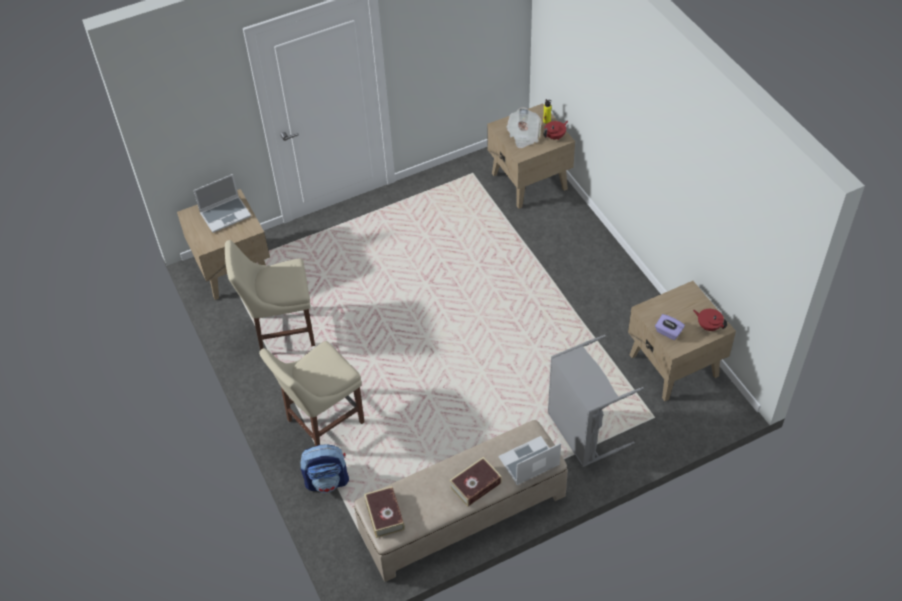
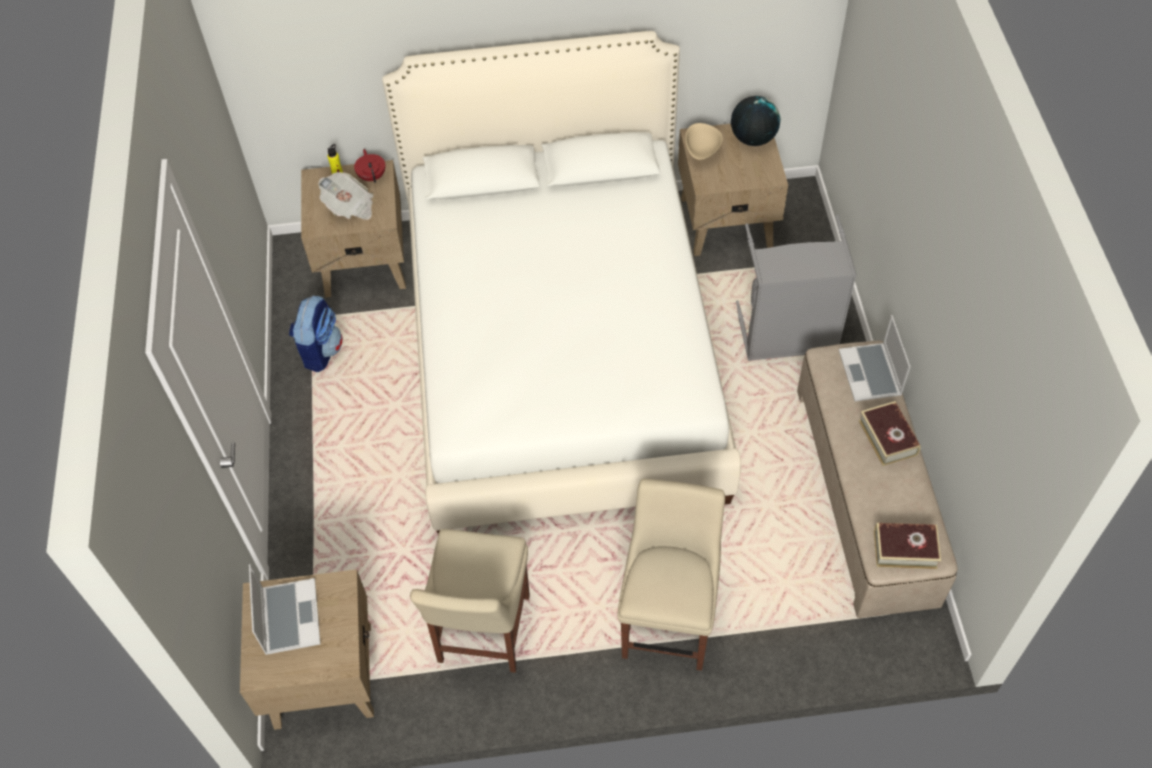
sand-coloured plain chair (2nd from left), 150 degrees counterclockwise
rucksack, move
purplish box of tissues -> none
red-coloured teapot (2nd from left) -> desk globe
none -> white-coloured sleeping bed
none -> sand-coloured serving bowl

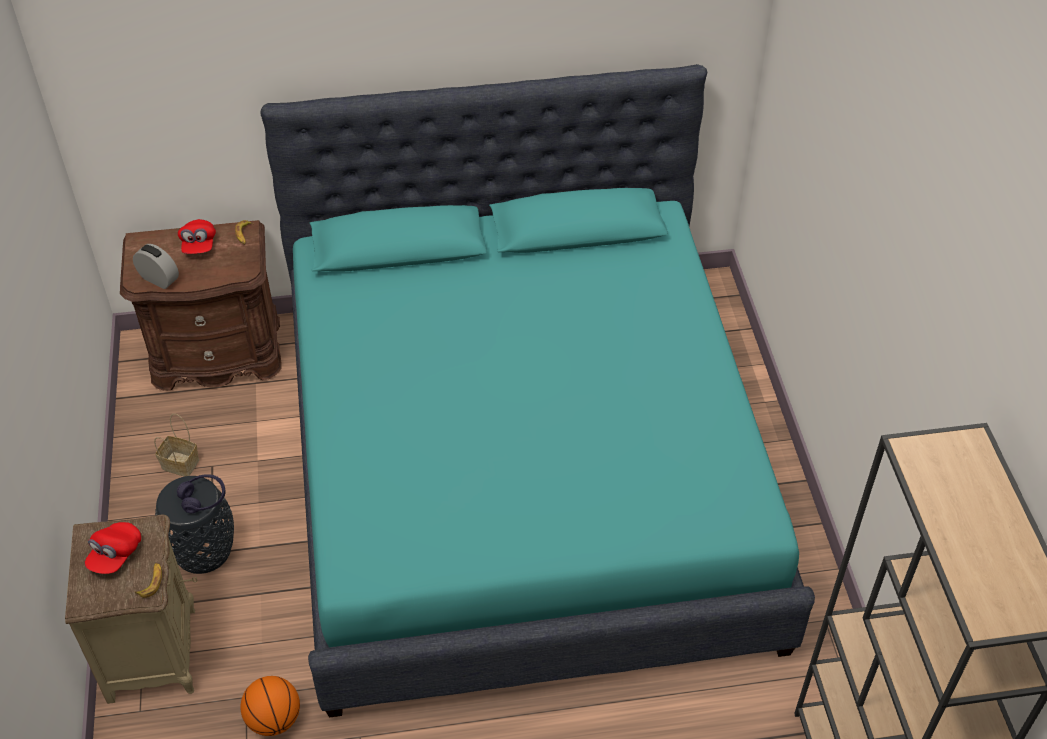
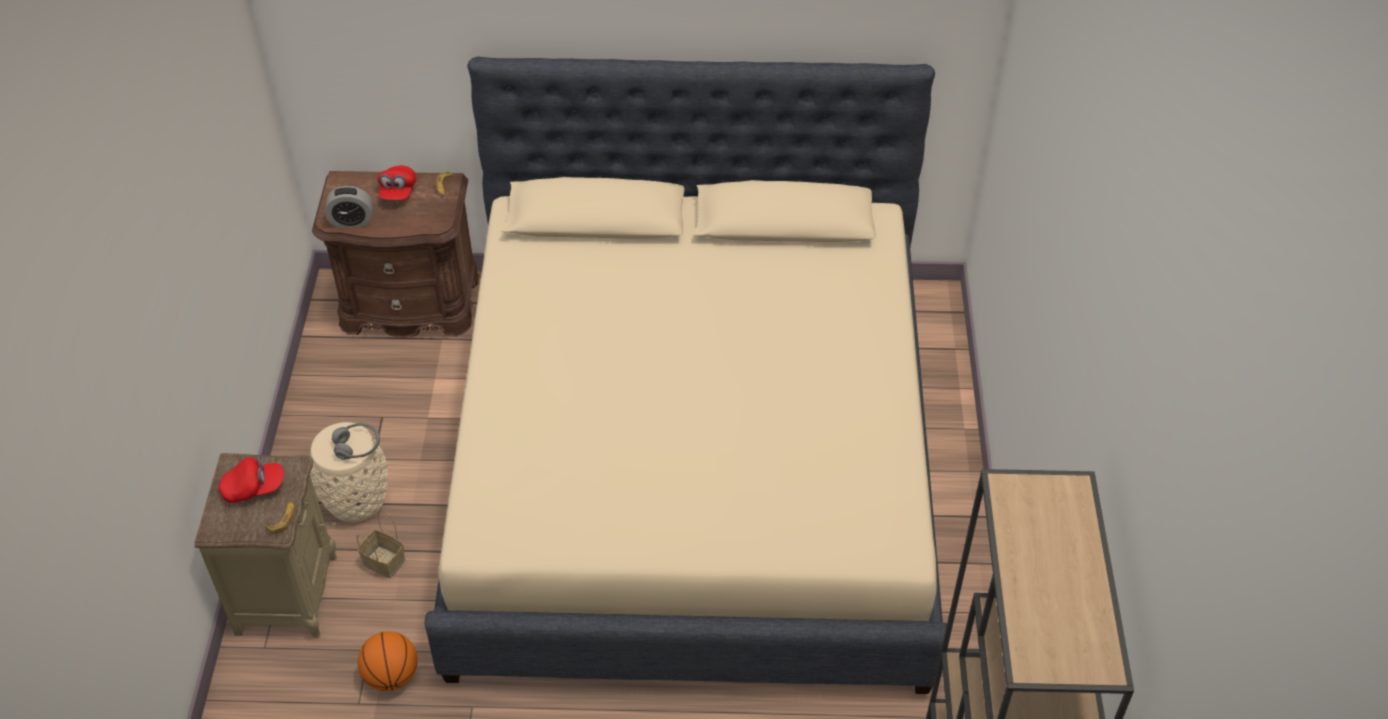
red-coloured peaked cap (1st from left), 135 degrees counterclockwise
table clock, 135 degrees clockwise
basket, move
black-coloured stool -> sand-coloured stool
purplish headphones -> greyish headphones
turquoise-coloured sleeping bed -> sand-coloured sleeping bed

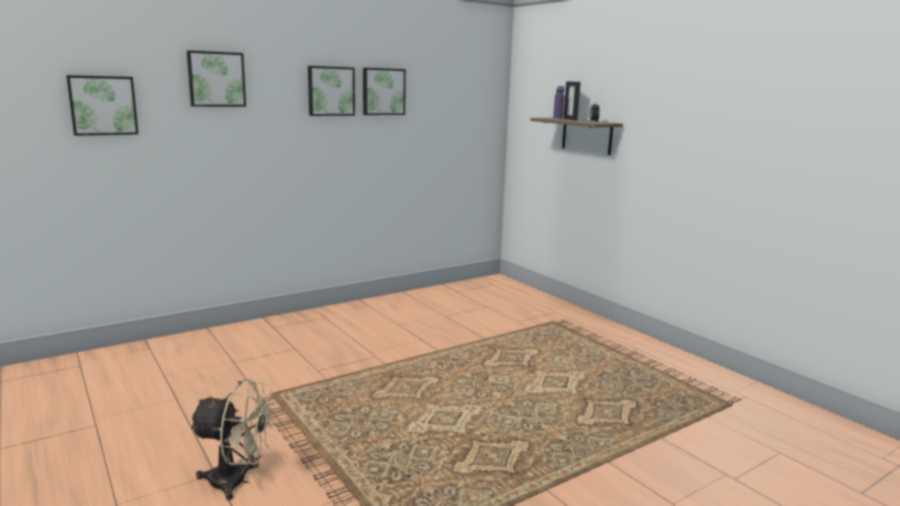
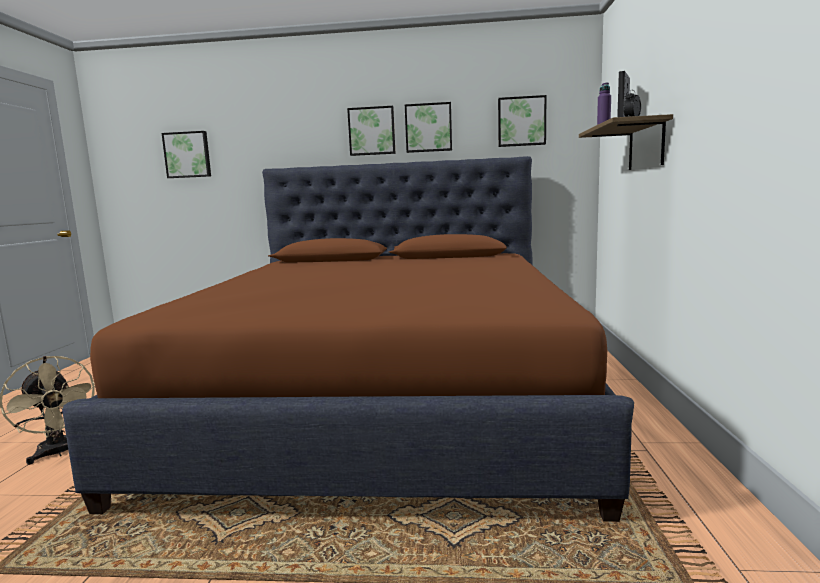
picture (2nd from left in the first image) -> picture (4th from left), move
none -> brownish sleeping bed

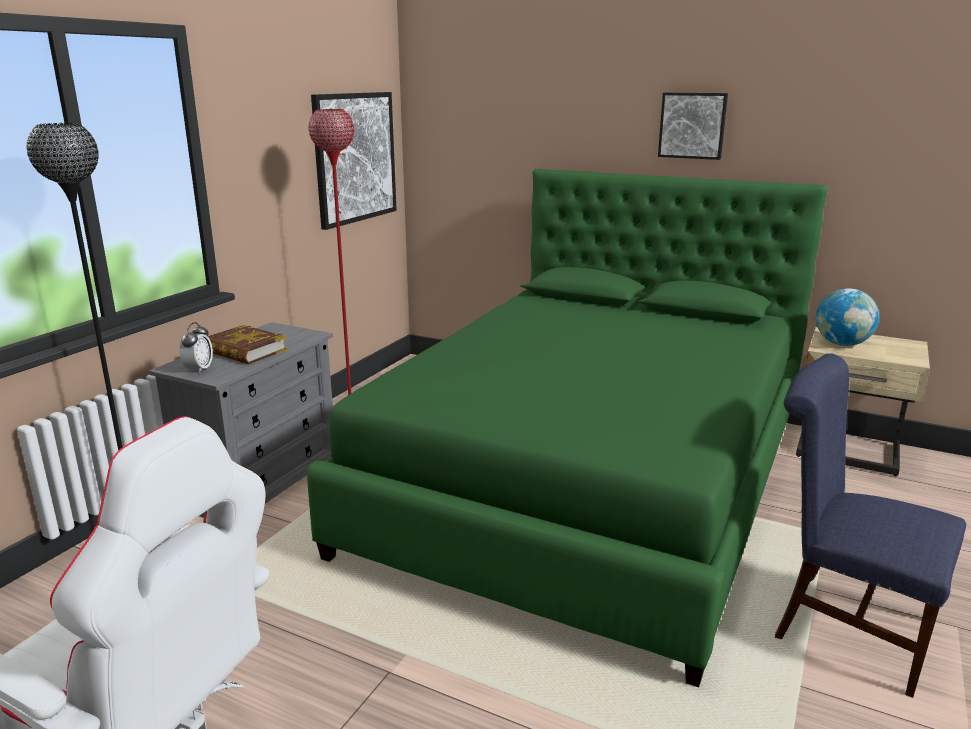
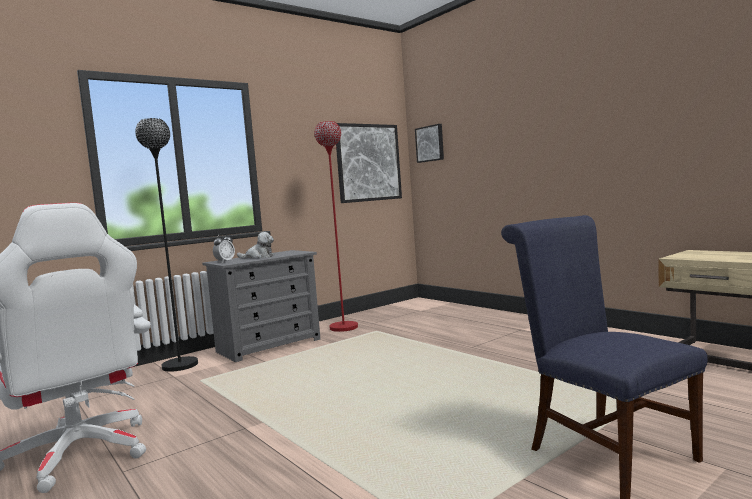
bound book -> plush toy
greenish sleeping bed -> none
picture (2nd from left), move
desk globe -> none

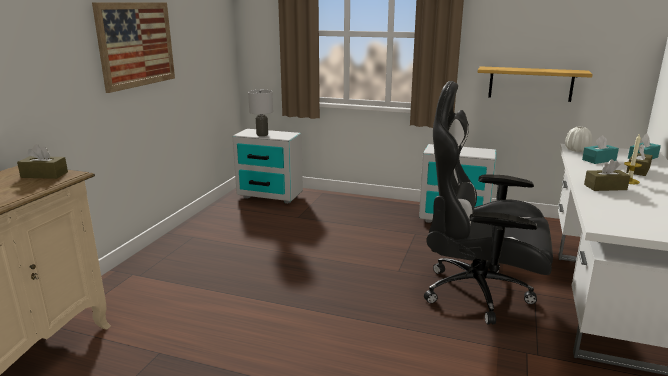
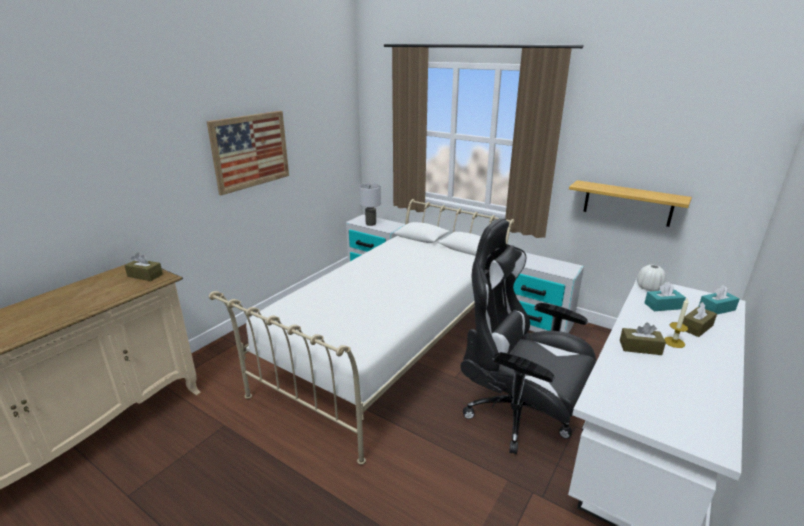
none -> white-coloured sleeping bed

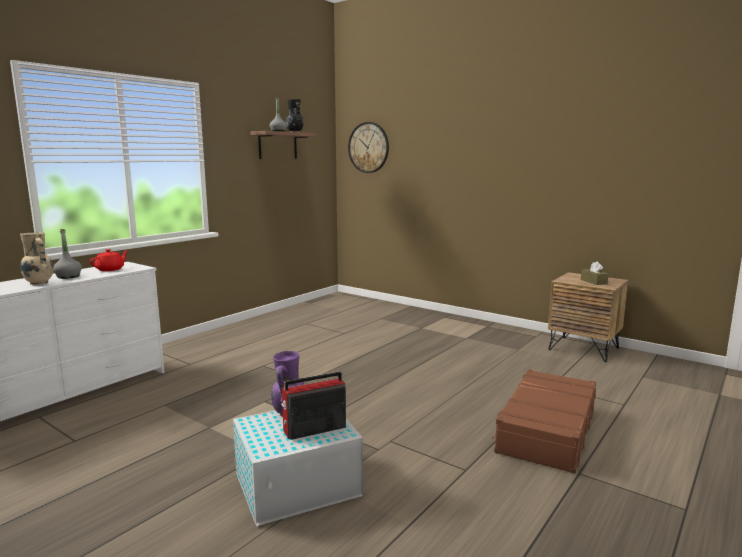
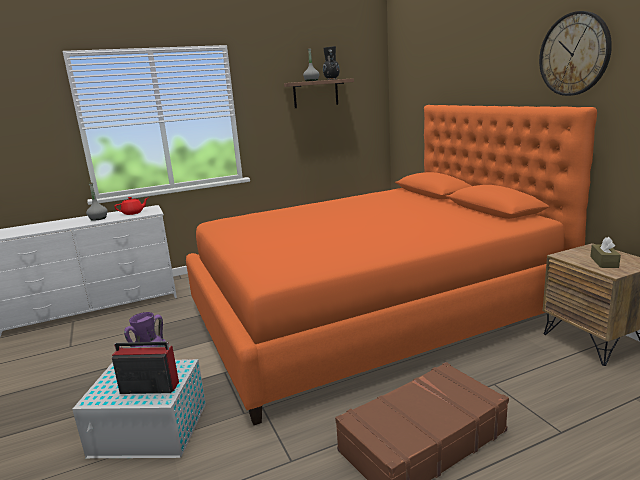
sand-coloured vase -> none
clock on the wall, move
none -> orangey sleeping bed

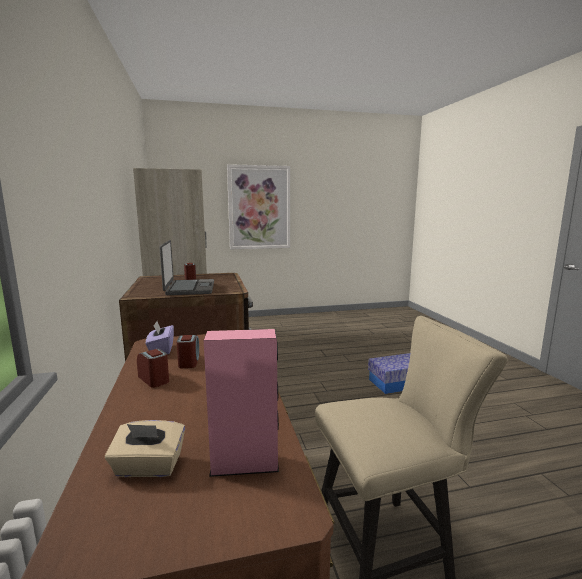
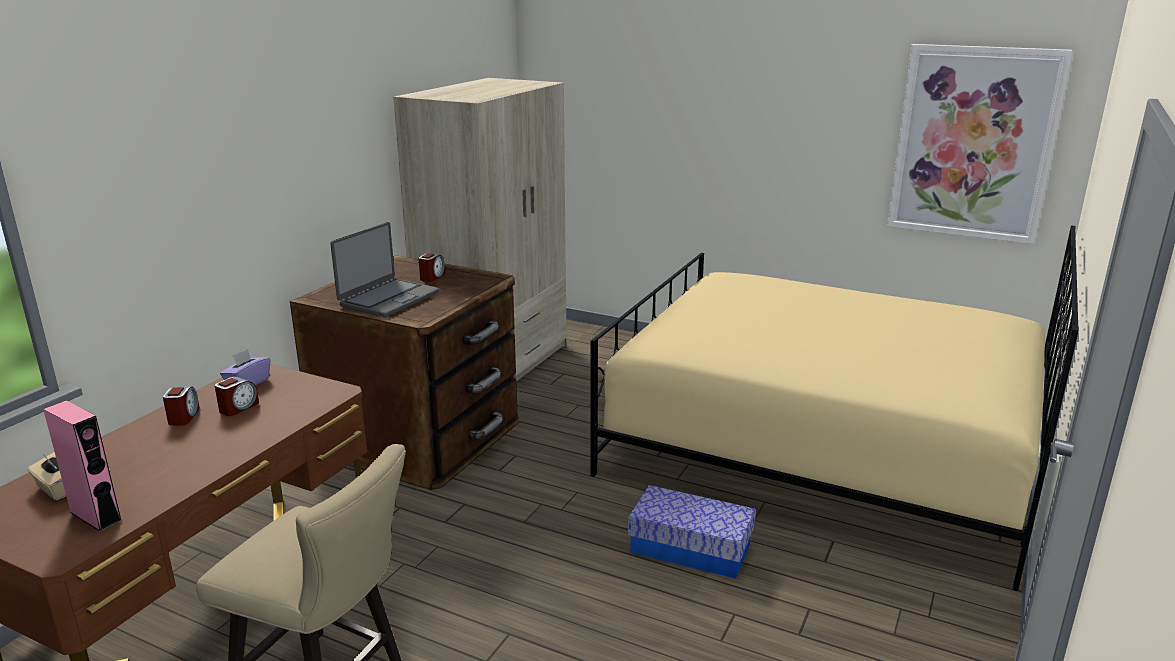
picture, move
none -> sand-coloured sleeping bed

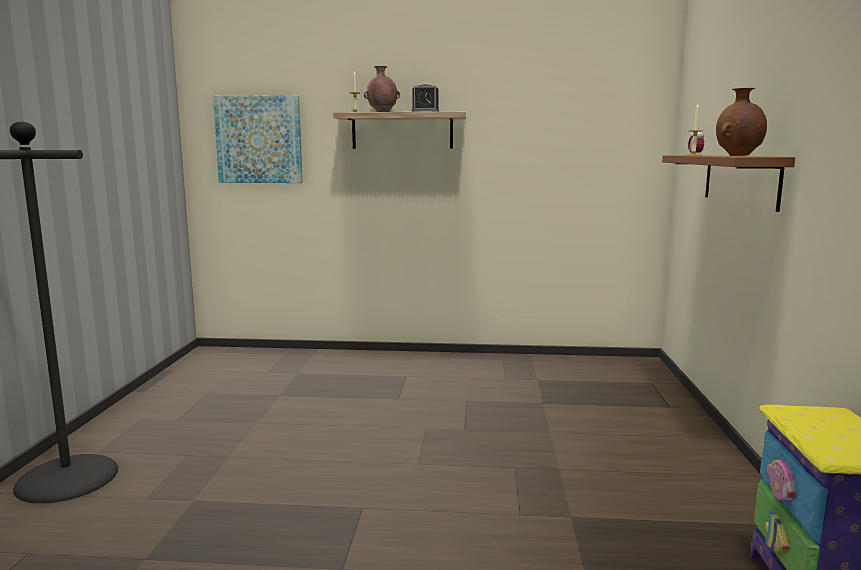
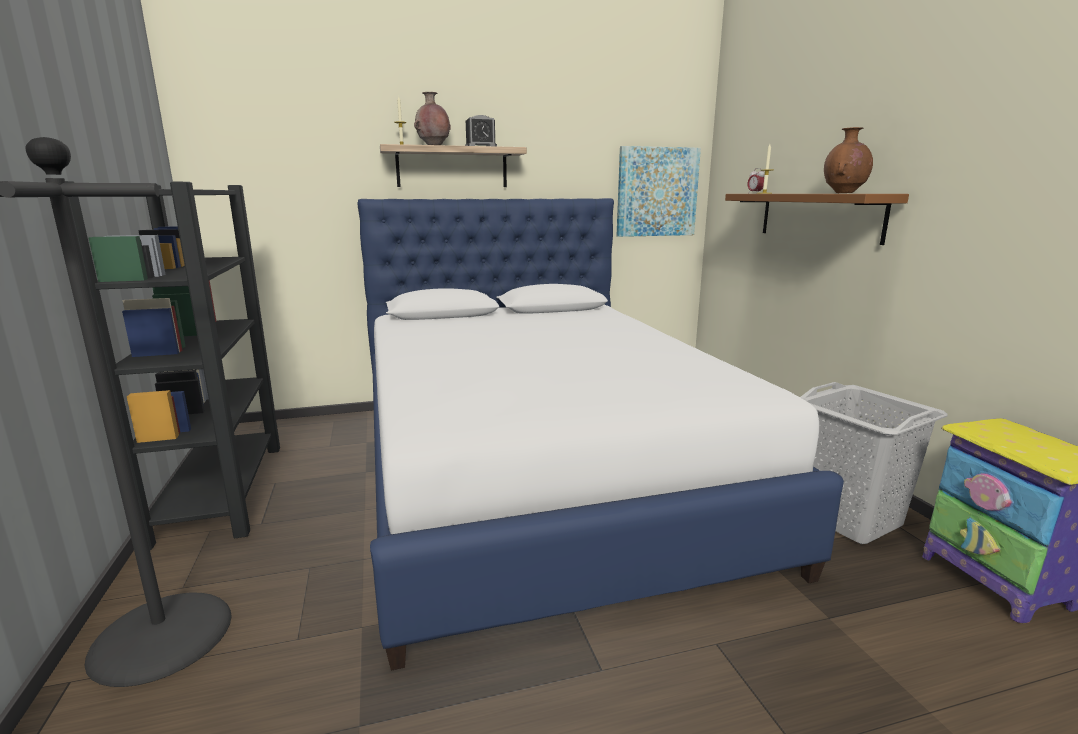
picture, move
none -> black-coloured bookcase
none -> white-coloured sleeping bed
none -> greyish washing basket

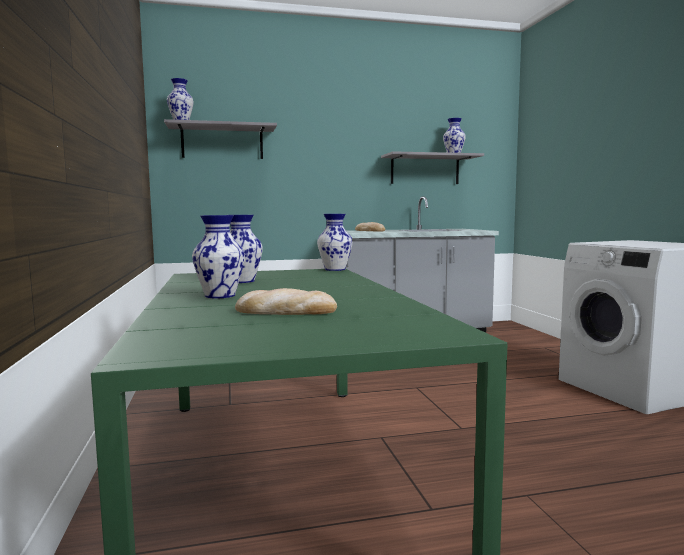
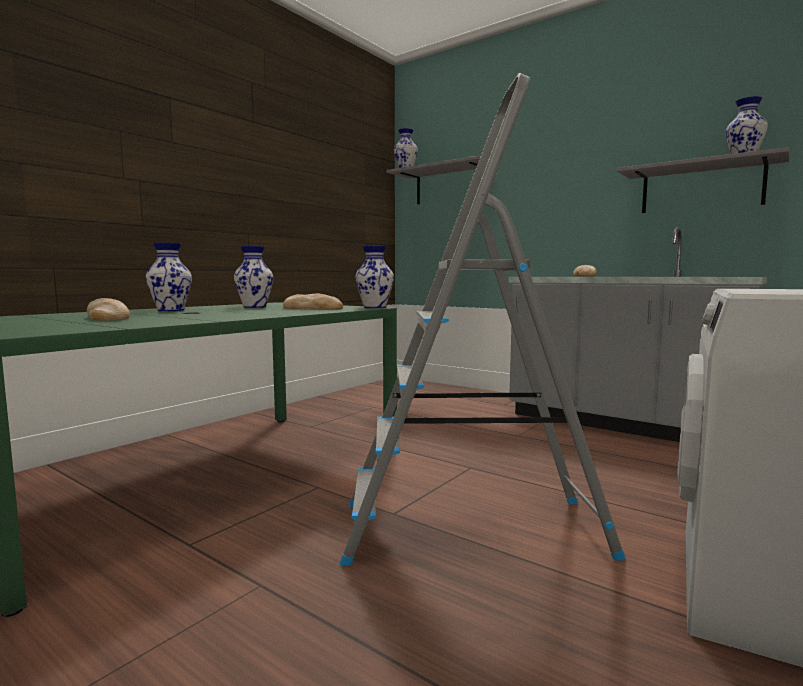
none -> baked bread (2nd from left)
none -> greyish step ladder

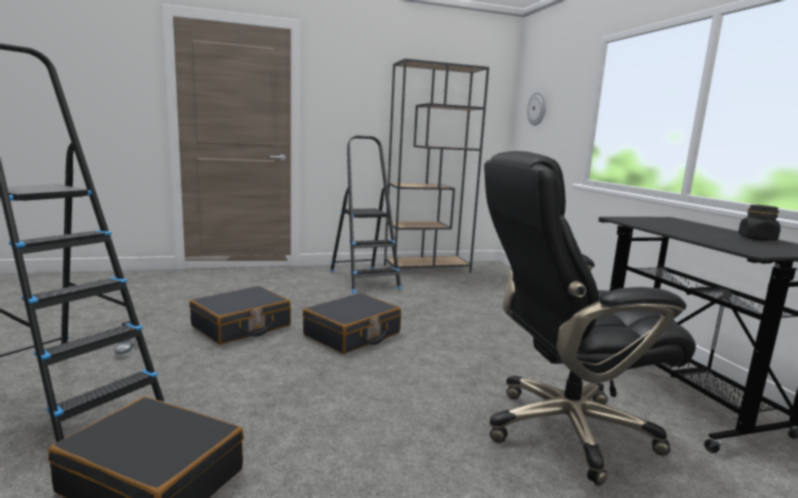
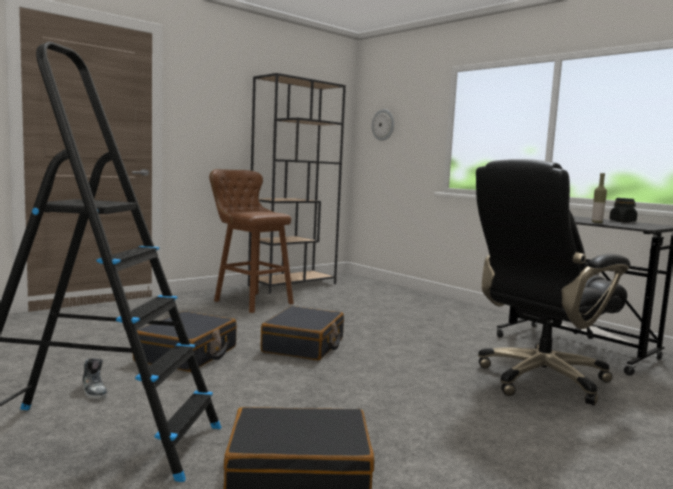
black-coloured step ladder (2nd from left) -> brownish stool
none -> bottle

